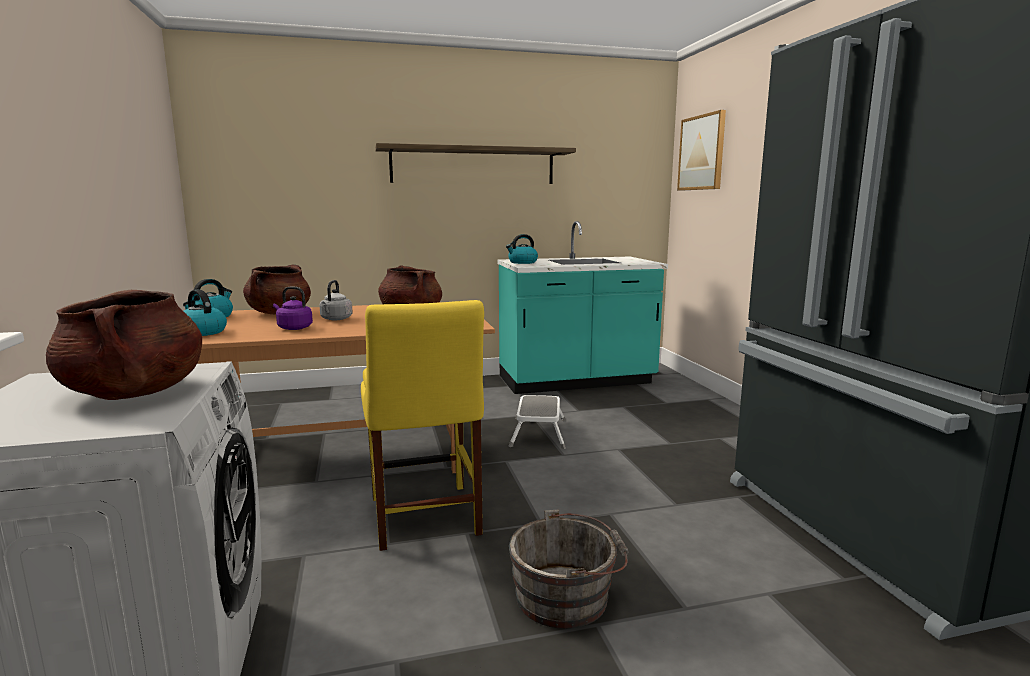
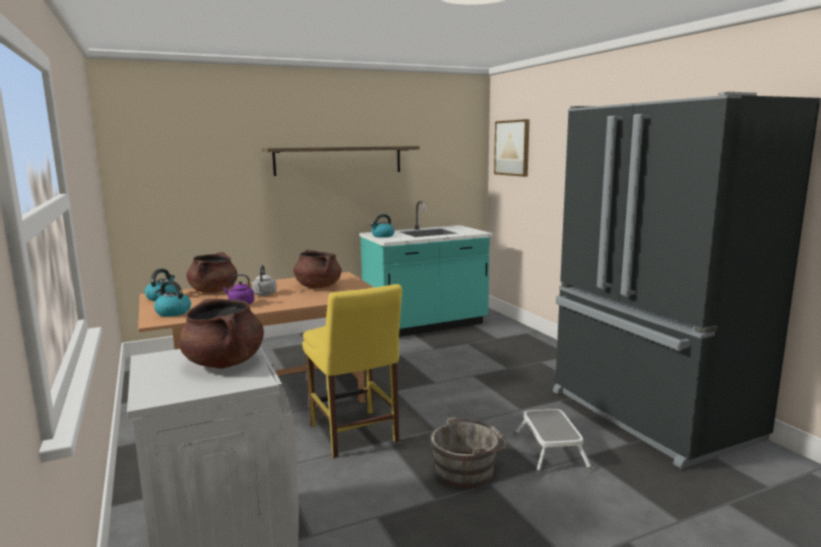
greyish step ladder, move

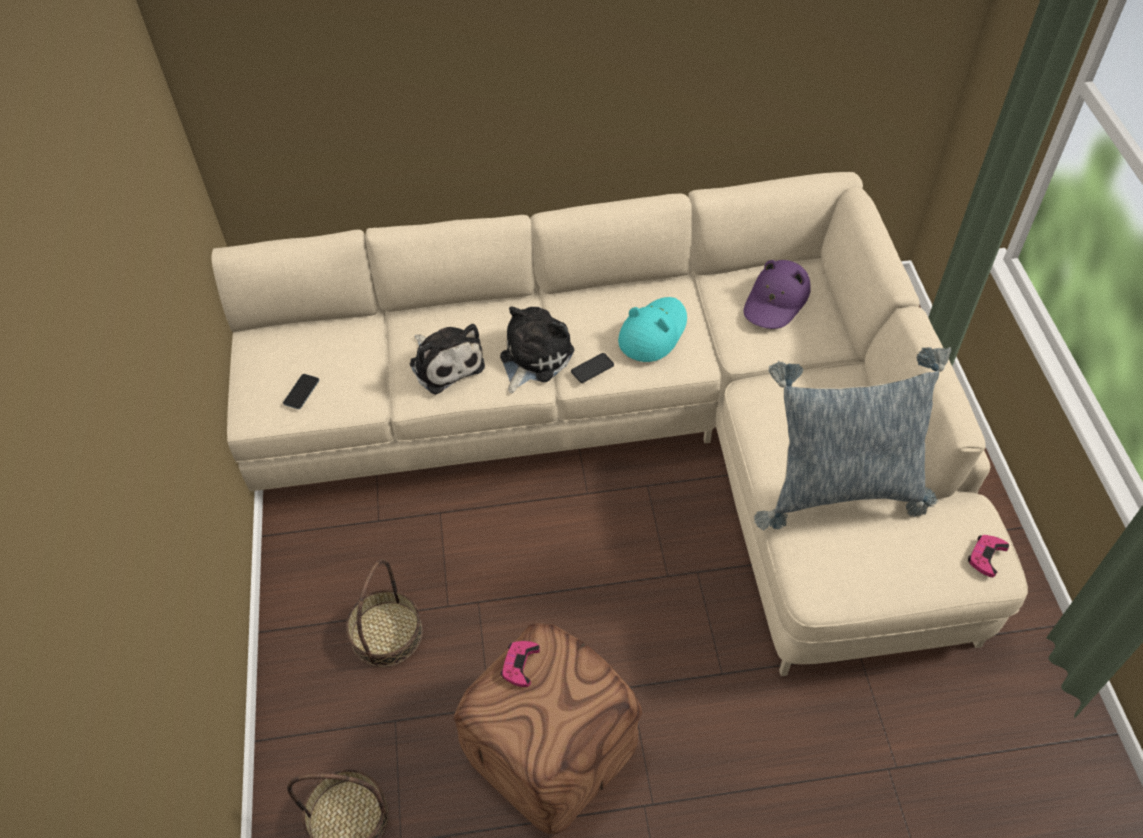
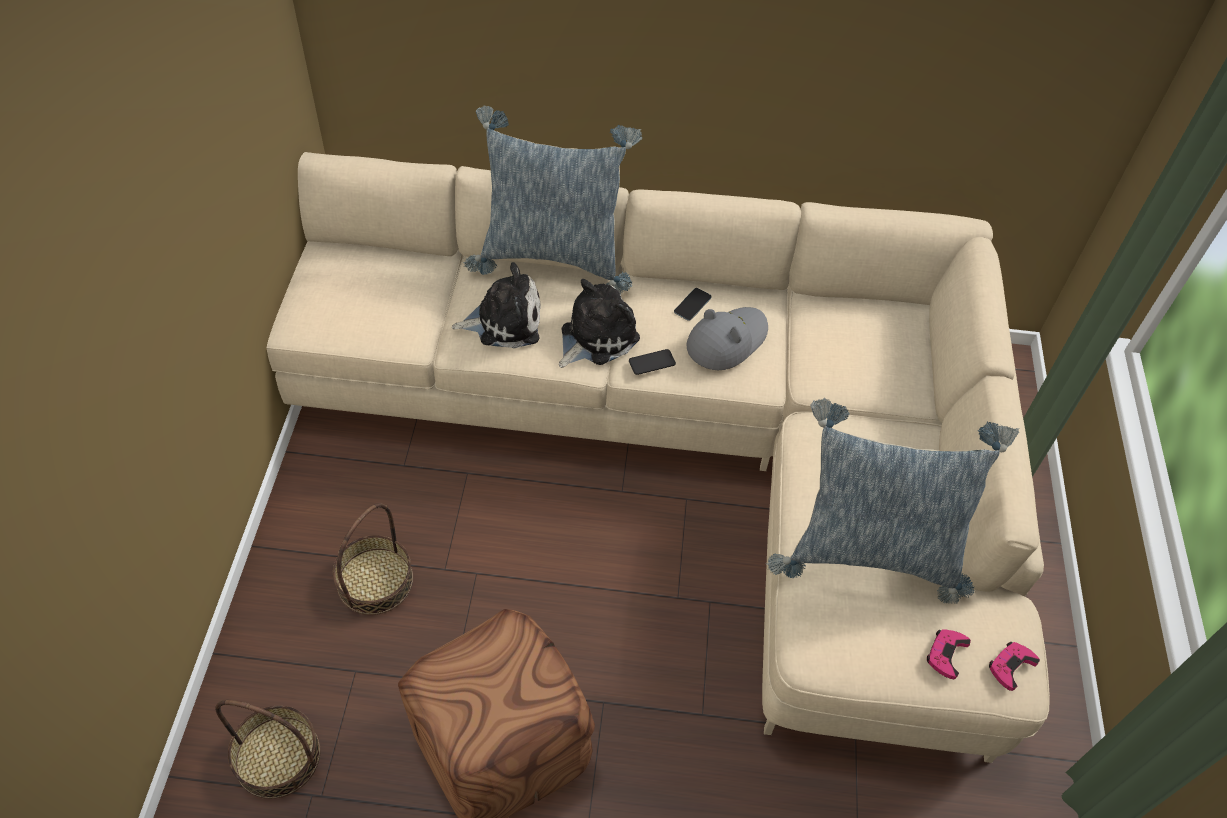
handset (1st from left in the first image) -> handset (2nd from left), move
plush toy (1st from left), 75 degrees counterclockwise
pink-coloured gamepad (1st from left), move
turquoise-coloured wearable hat -> greyish wearable hat
purplish wearable hat -> none
none -> cushion (1st from left)

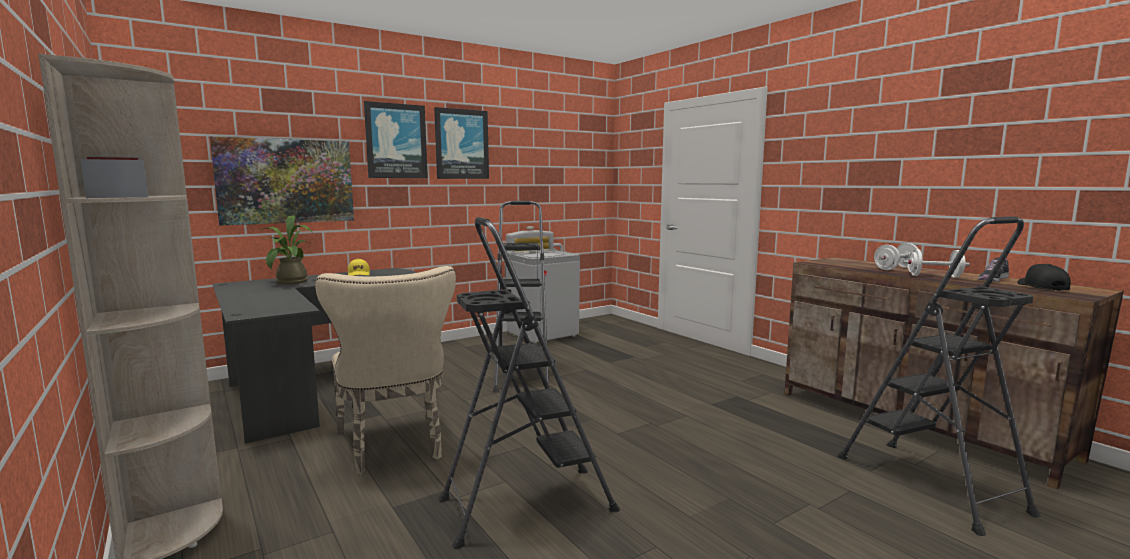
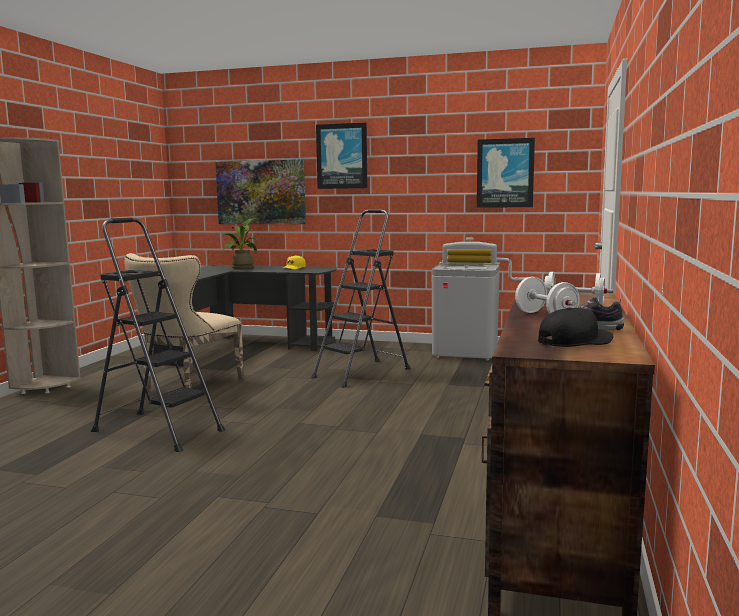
picture (3rd from left), move
step ladder (3rd from left) -> none

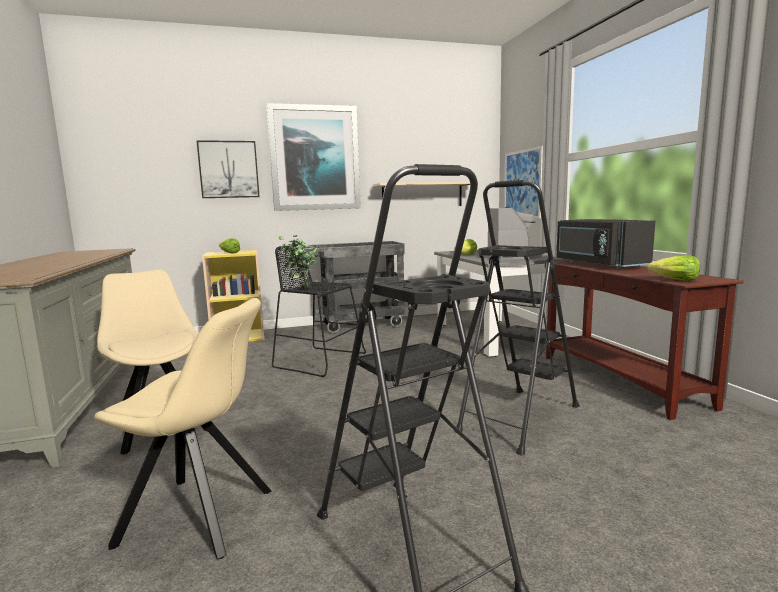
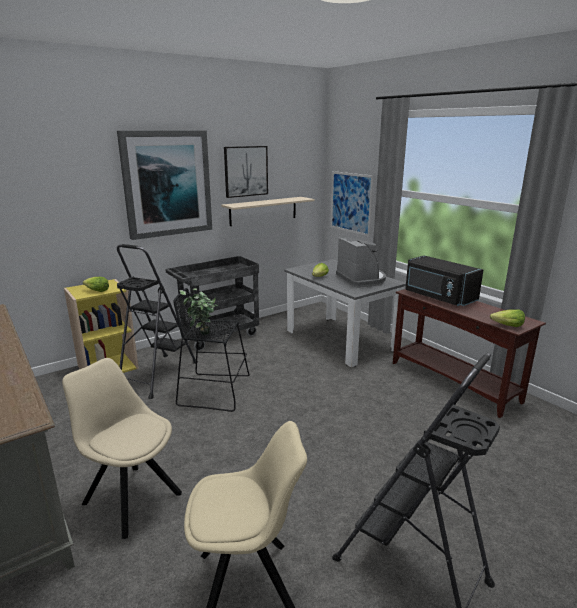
picture (1st from left in the first image) -> picture (2nd from left), move
step ladder (2nd from left in the first image) -> step ladder (1st from left), move

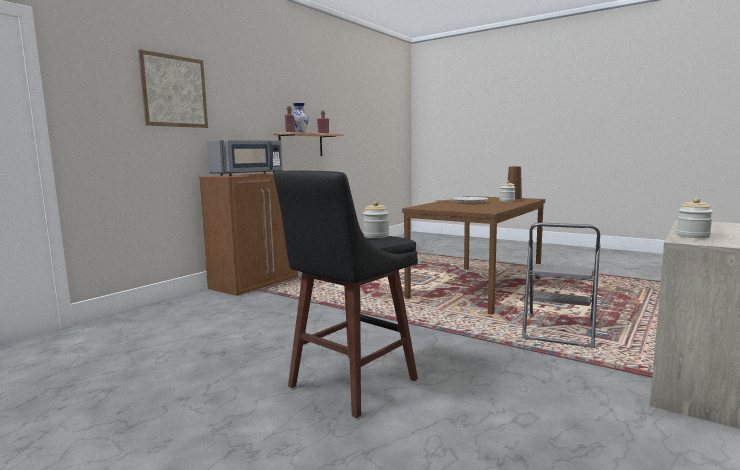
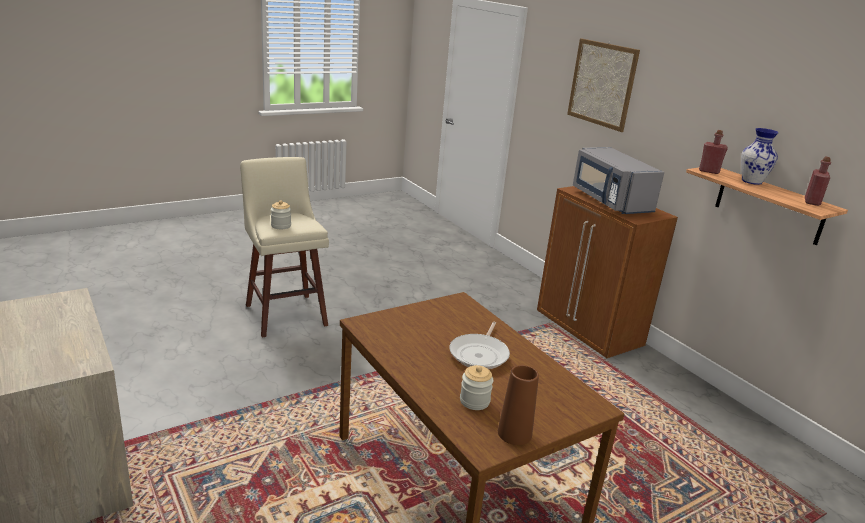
black-coloured stool -> sand-coloured stool
greyish step ladder -> none
jar (3rd from left) -> none

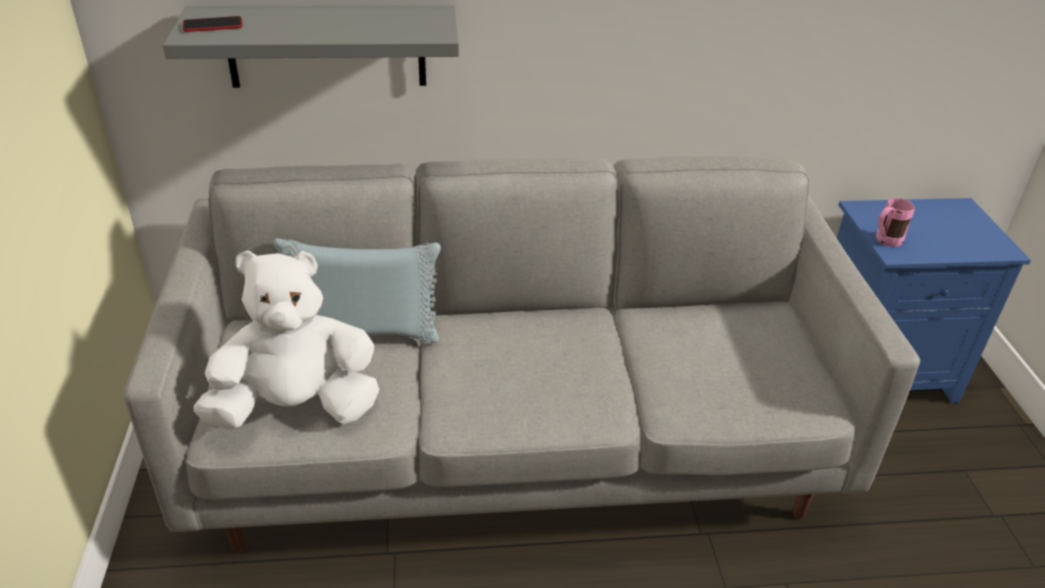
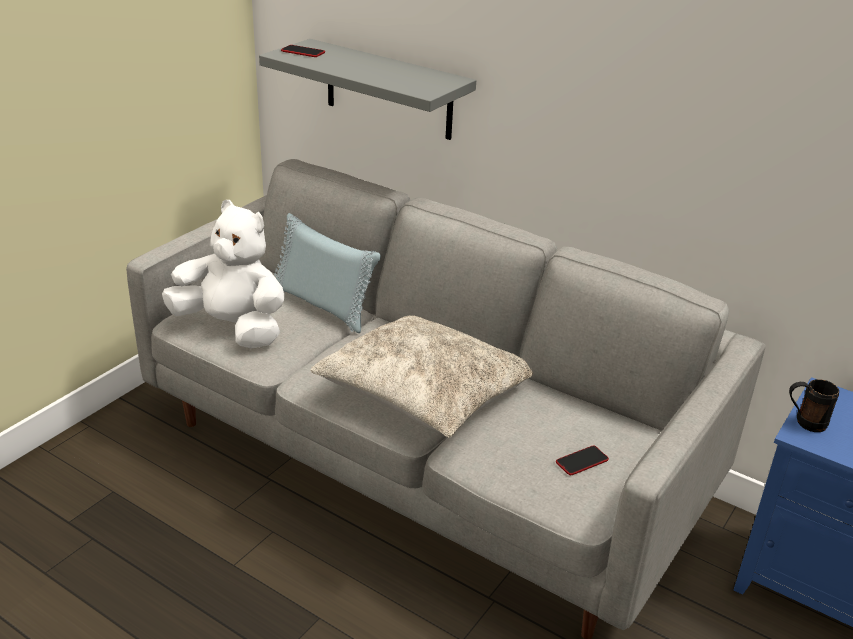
pink-coloured tea mug -> black-coloured tea mug
none -> sand-coloured cushion
none -> handset (2nd from left)

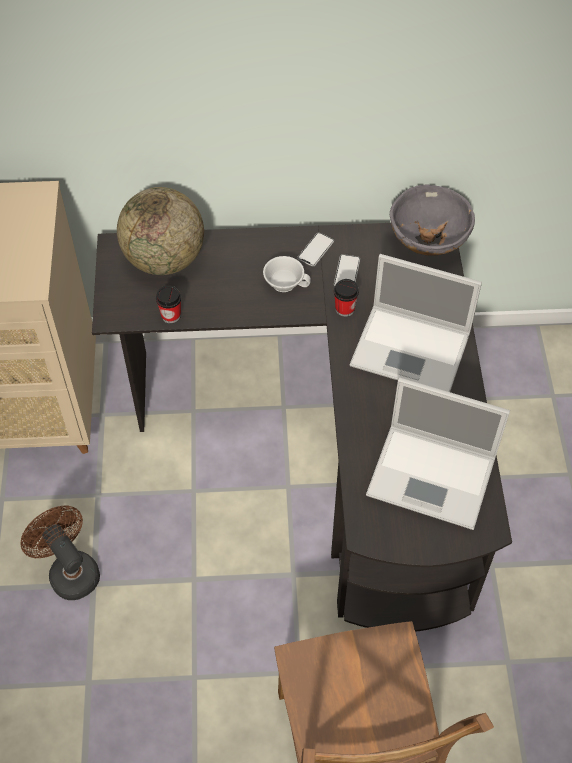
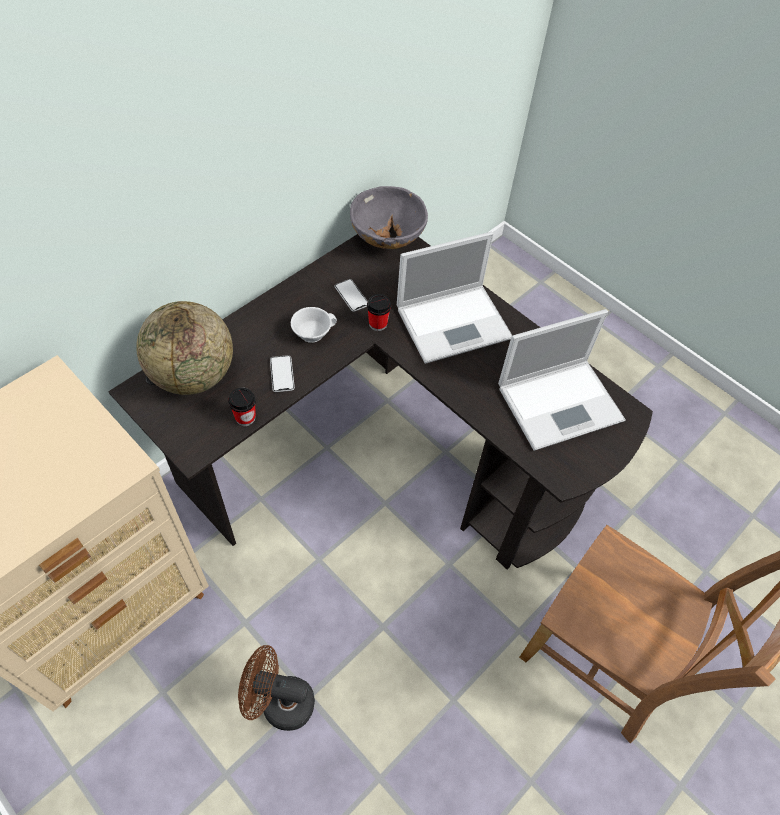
handset (1st from left), move

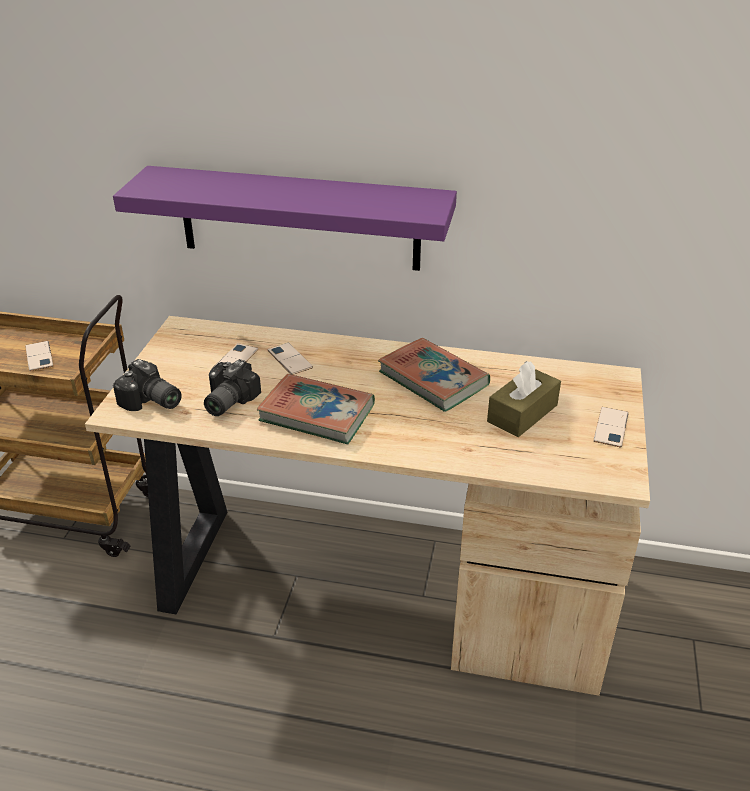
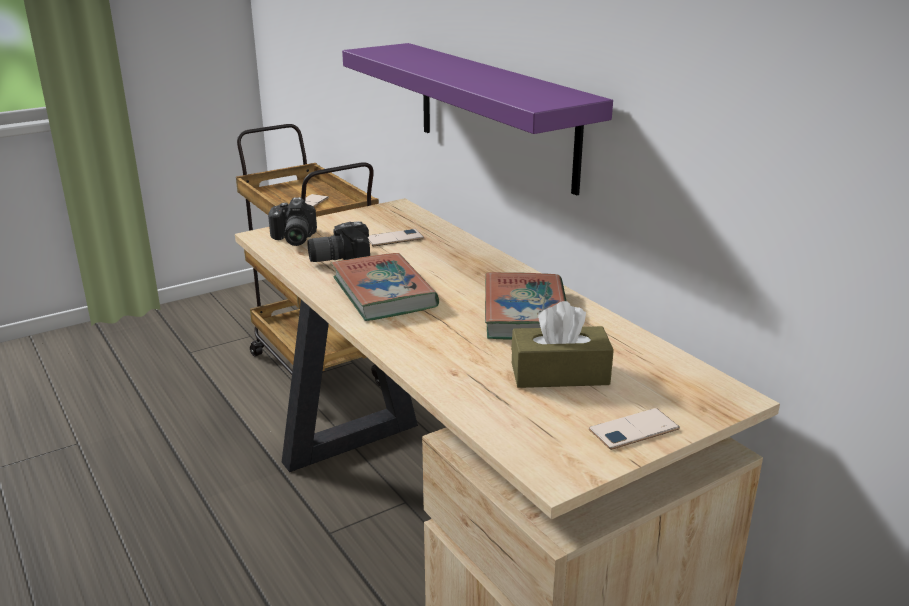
handset (3rd from left) -> none

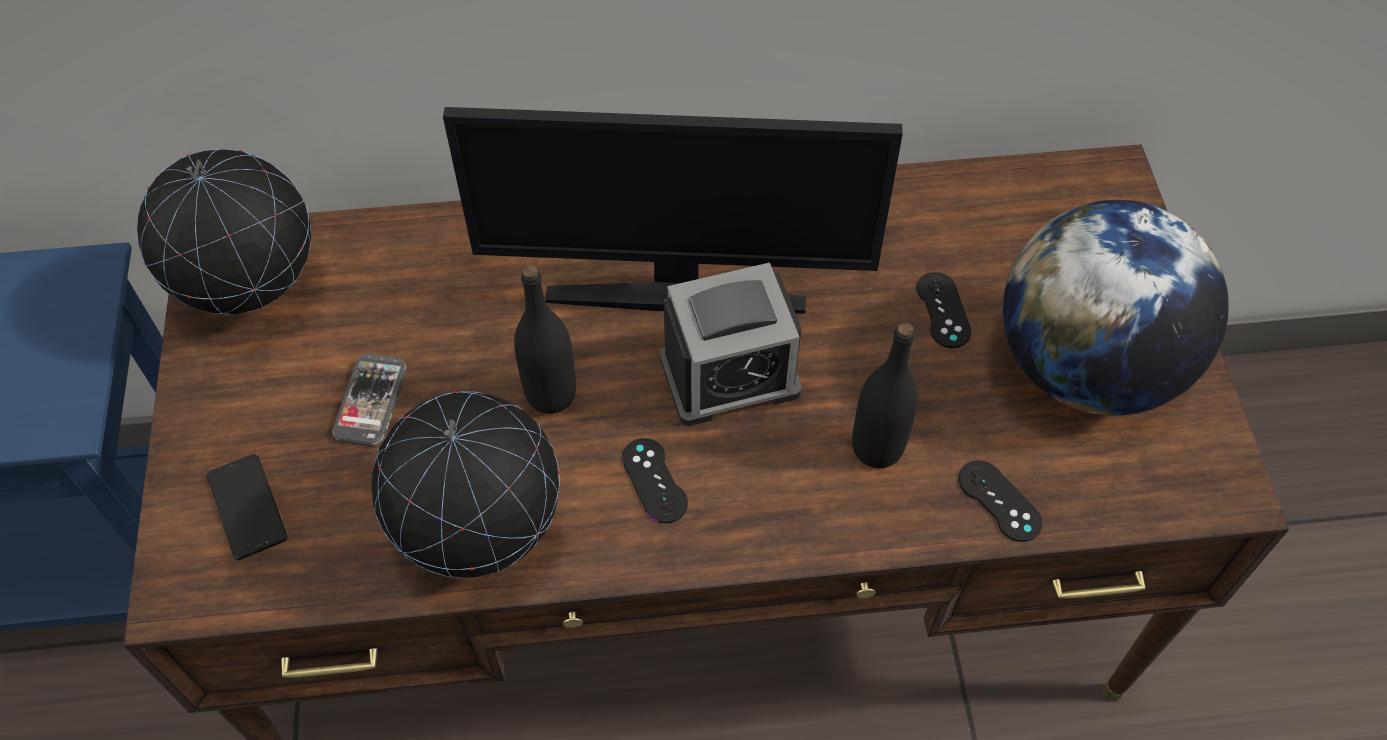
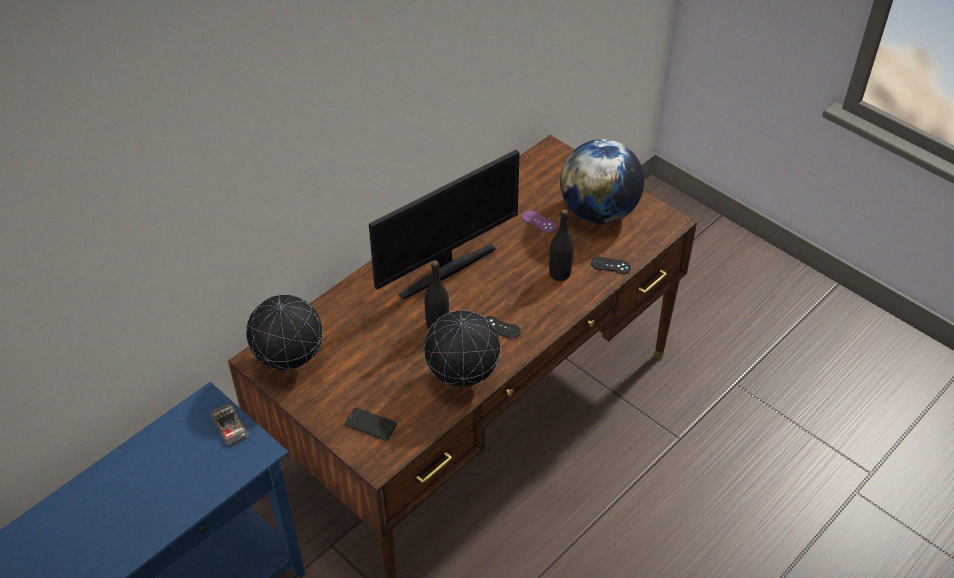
handset (2nd from left in the first image) -> handset (1st from left), move
table clock -> none
black-coloured gamepad (2nd from left) -> purplish gamepad

